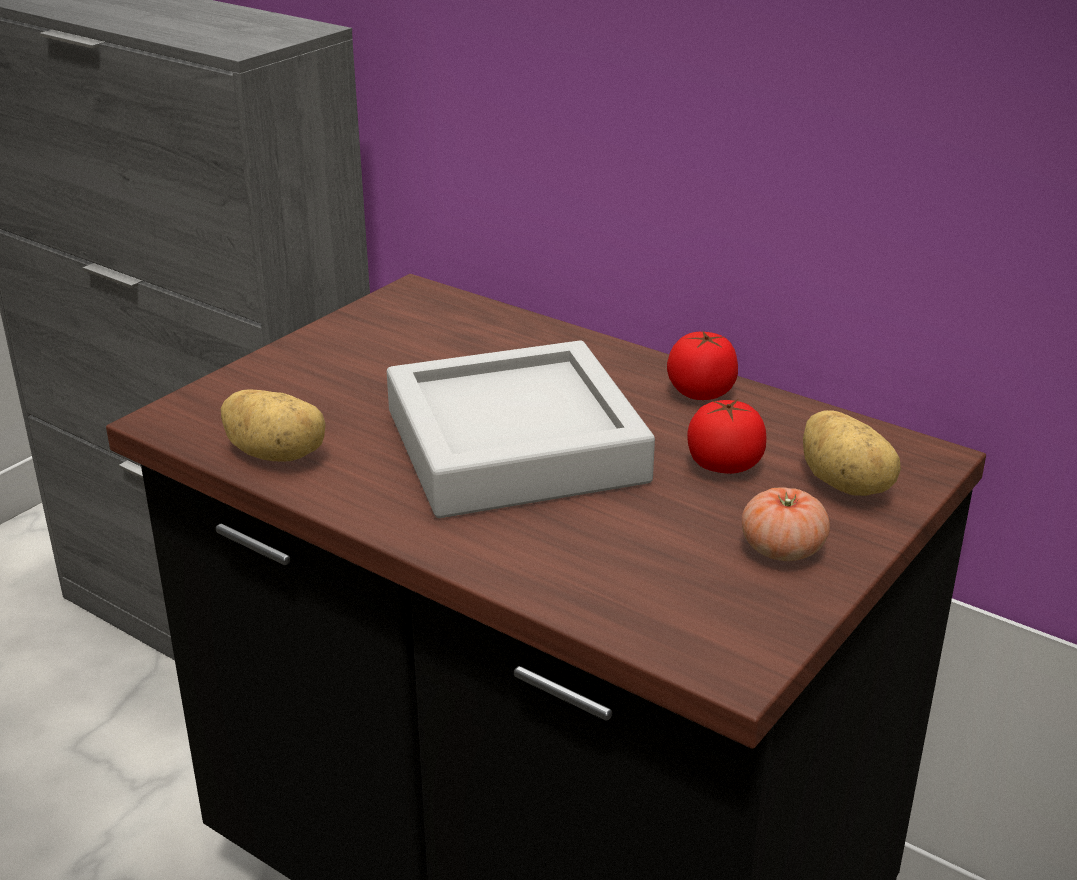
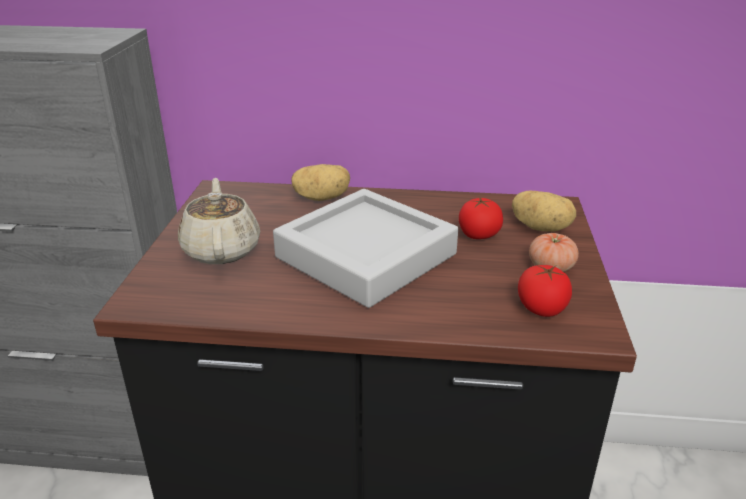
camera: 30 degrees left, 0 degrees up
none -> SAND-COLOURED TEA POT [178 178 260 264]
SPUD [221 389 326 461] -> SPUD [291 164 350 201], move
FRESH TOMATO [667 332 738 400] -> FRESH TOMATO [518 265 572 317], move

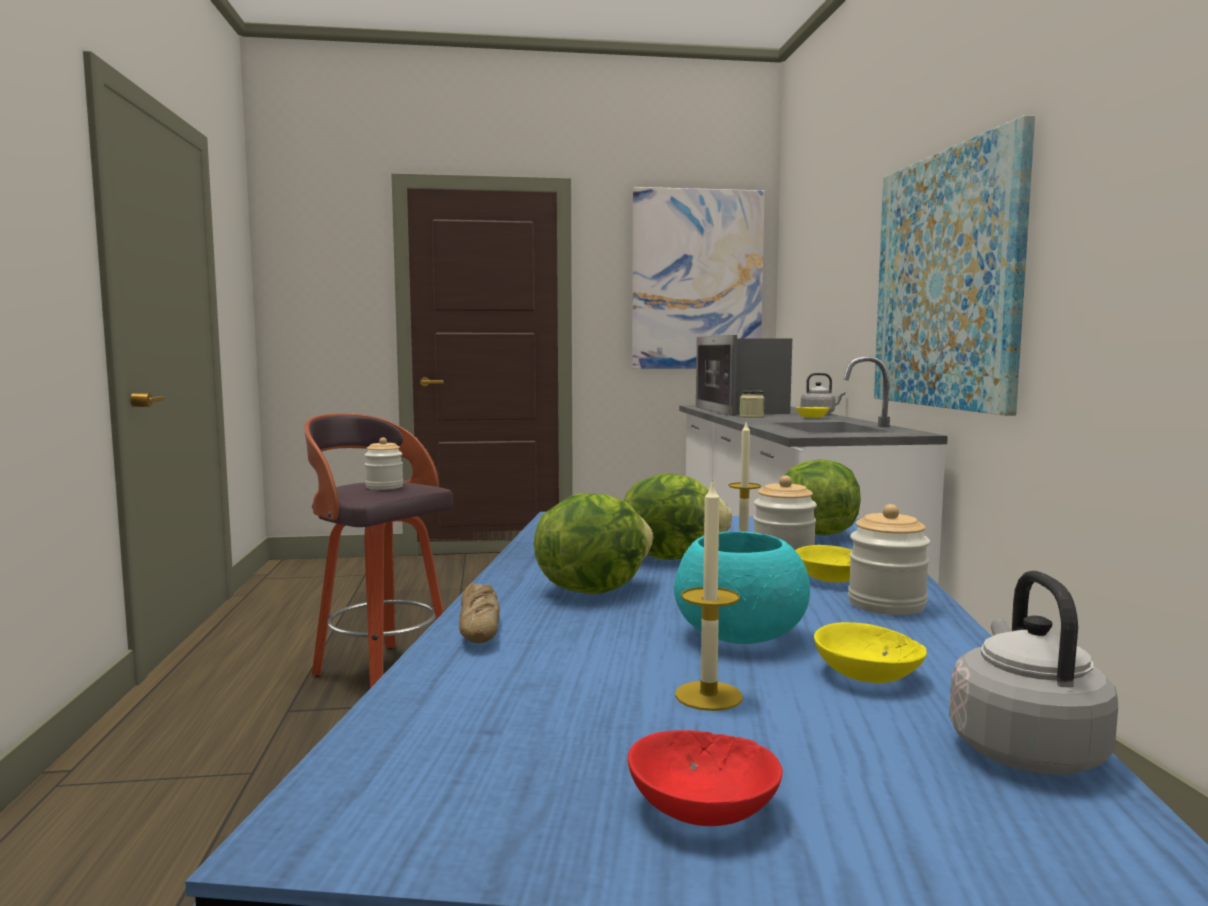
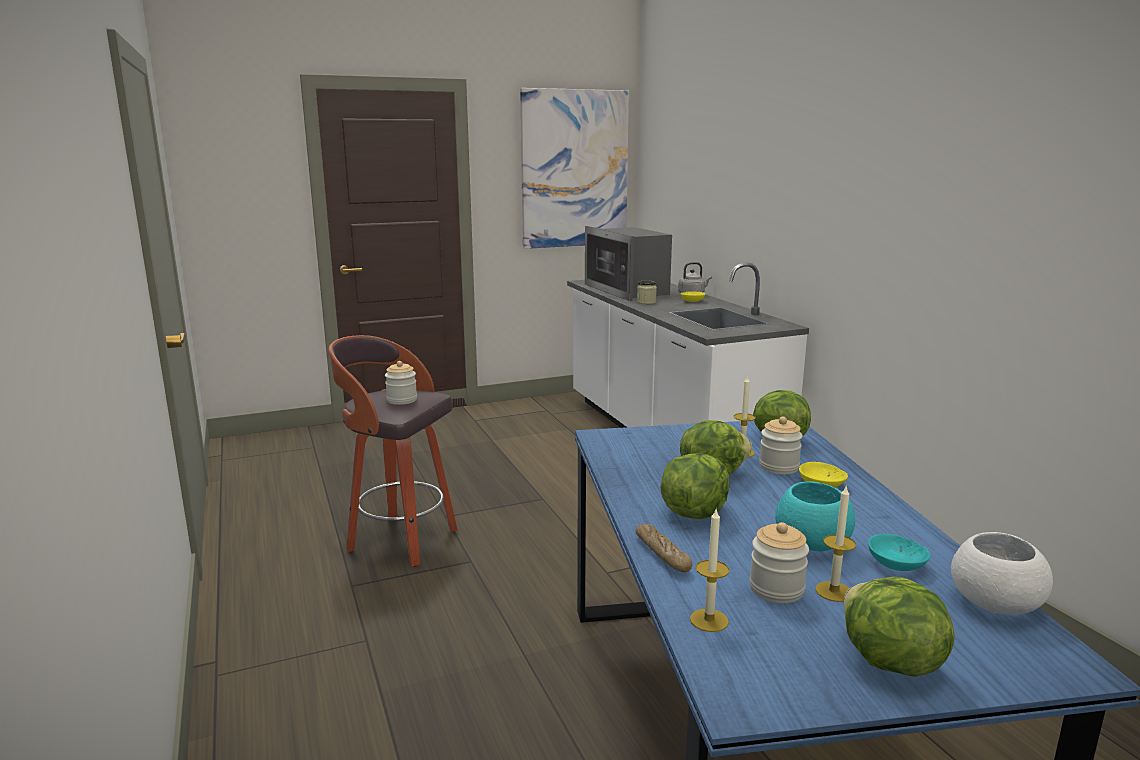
camera: 15 degrees left, 10 degrees up
none -> WAX CANDLE [690 507 729 632]
STORAGE JAR [848 504 930 615] -> STORAGE JAR [749 522 809 603], move
REDDISH DEEP DISH [628 730 783 826] -> LETTUCE HEAD [844 577 955 677]
YELLOW DEEP DISH [814 622 927 683] -> TURQUOISE-COLOURED DEEP DISH [868 534 930 571]
GREY KETTLE [949 570 1118 775] -> WHITE DEEP DISH [951 532 1053 615]
WALL PICTURE [874 115 1035 416] -> none

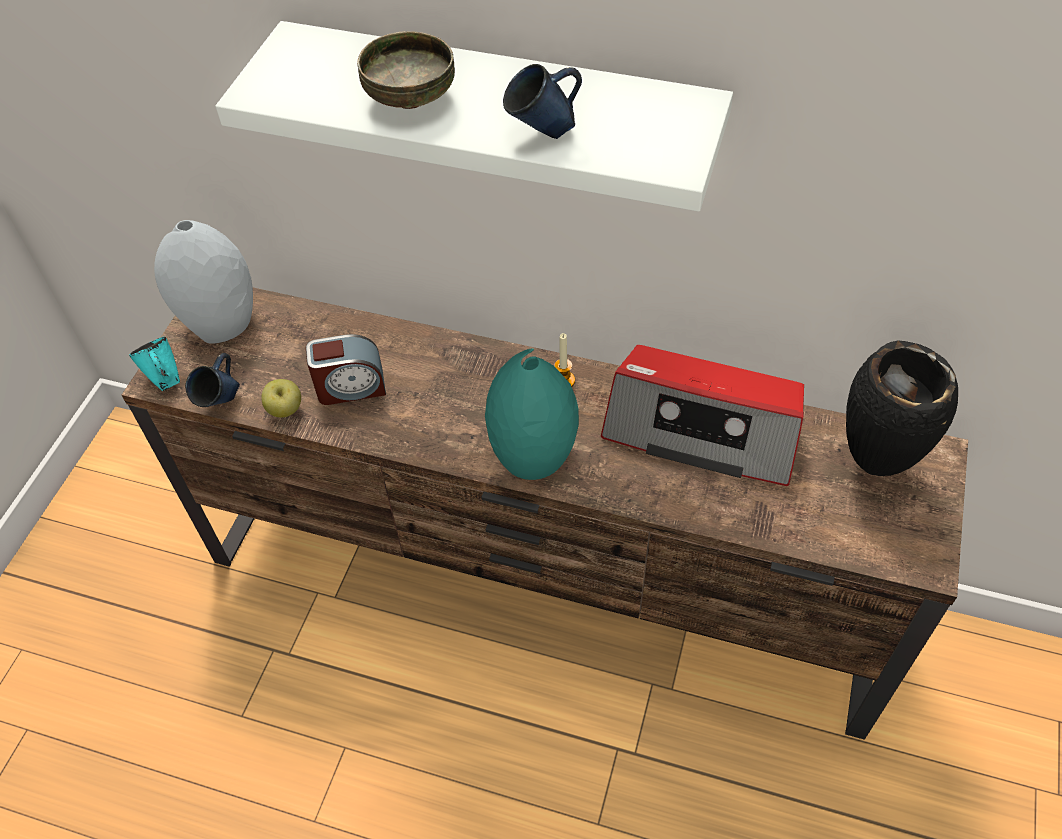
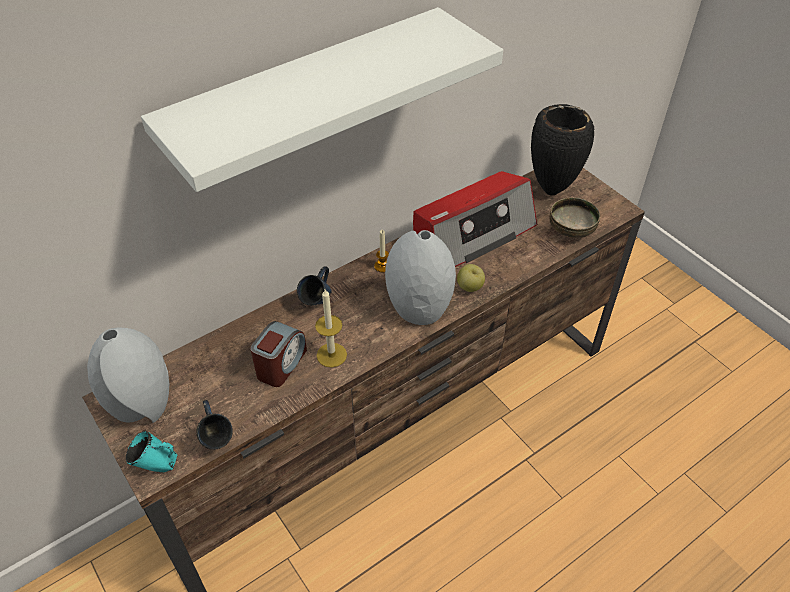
camera: 55 degrees left, 5 degrees down
BLUE-COLOURED MUG [503 64 582 139] -> BLUE-COLOURED MUG [297 266 332 305], move
none -> WAX CANDLE [315 289 347 368]
TURQUOISE-COLOURED FLOWER VASE [485 349 579 480] -> GREY FLOWER VASE [385 230 456 325]
APPLE [261 379 301 418] -> APPLE [457 264 485 292], move
DEEP DISH [357 31 455 109] -> DEEP DISH [550 197 600 238], move

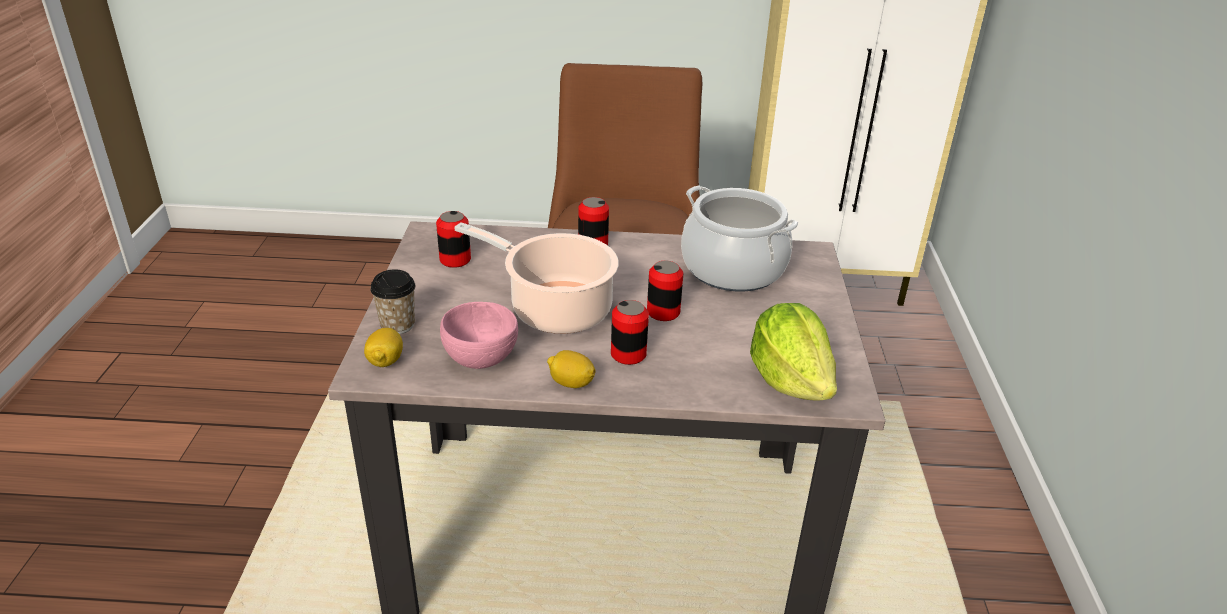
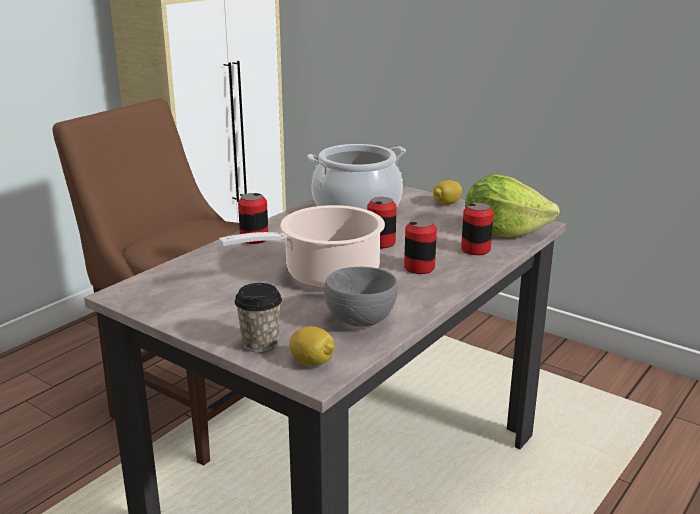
camera: 55 degrees left, 10 degrees down
PINK-COLOURED DEEP DISH [440 302 518 369] -> GREY DEEP DISH [324 267 398 327]
LEMON [547 350 595 388] -> LEMON [433 180 462 205], move
SEALED CAN [436 211 471 268] -> SEALED CAN [461 203 494 255], move

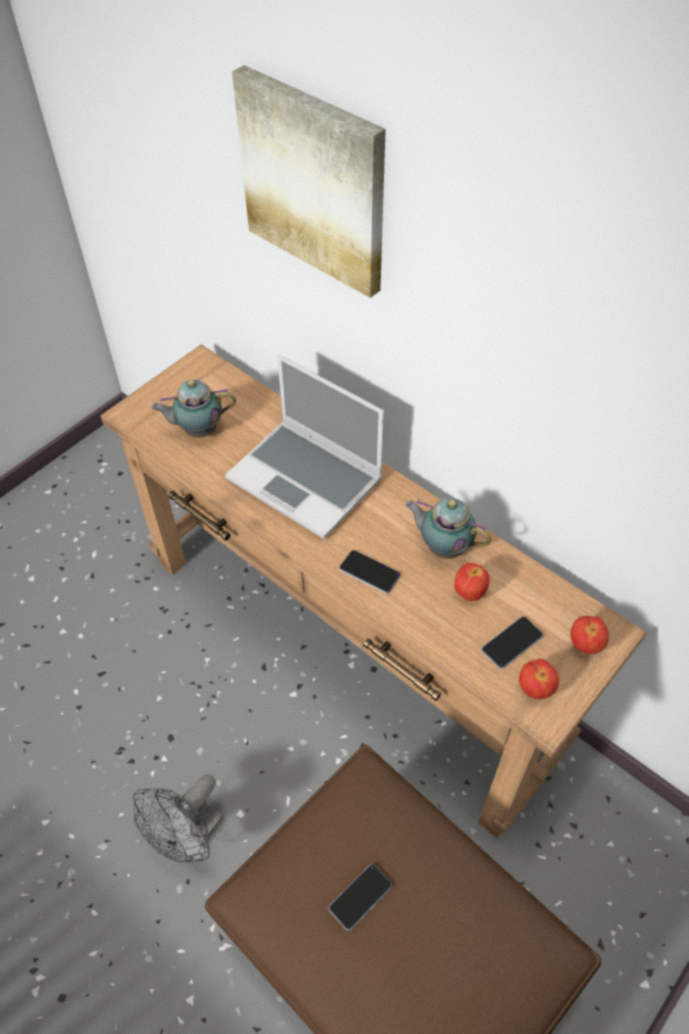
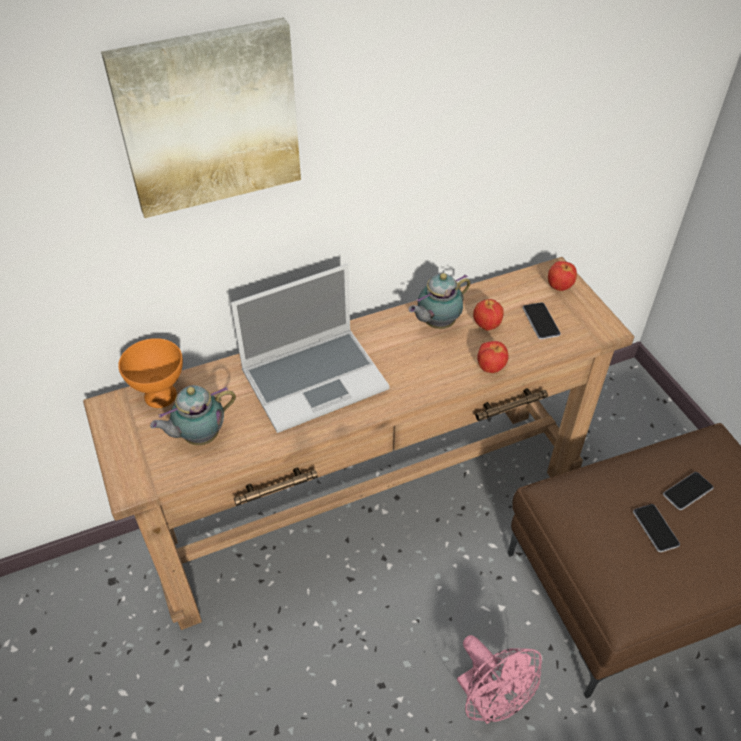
camera: 65 degrees left, 5 degrees down
none -> ORANGEY DEEP DISH [118 338 183 408]
TEA POT [152 380 236 438] -> TEA POT [150 385 236 445], 45 degrees clockwise
GREY ELECTRIC FAN [133 774 224 863] -> PINK-COLOURED ELECTRIC FAN [457 635 542 724]
APPLE [519 659 559 699] -> APPLE [477 341 508 373], move
TELEPHONE [339 550 401 594] -> TELEPHONE [663 472 713 510], move

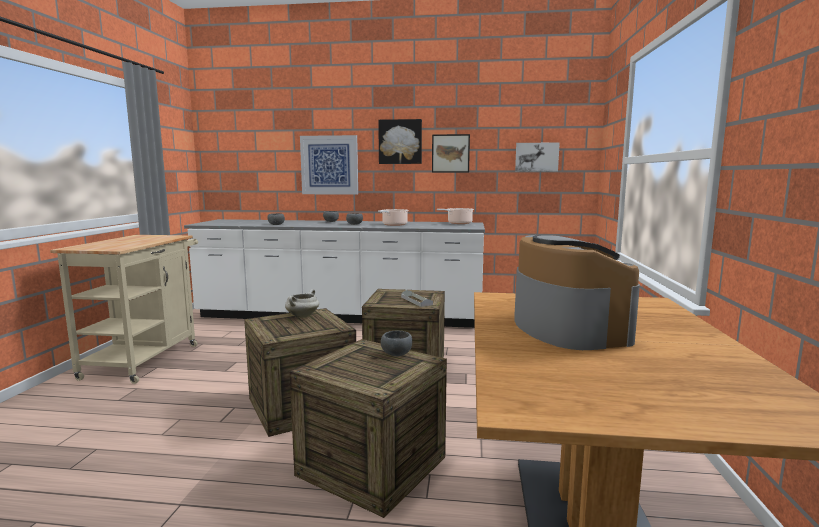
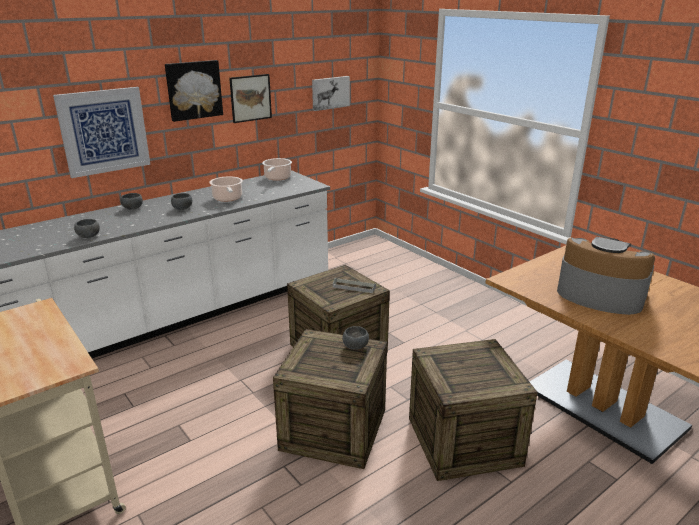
camera: 45 degrees left, 15 degrees up
GREY DEEP DISH [381 330 412 356] -> GREY DEEP DISH [342 326 369 350], move
WHITE STOCKPOT [285 289 319 318] -> none

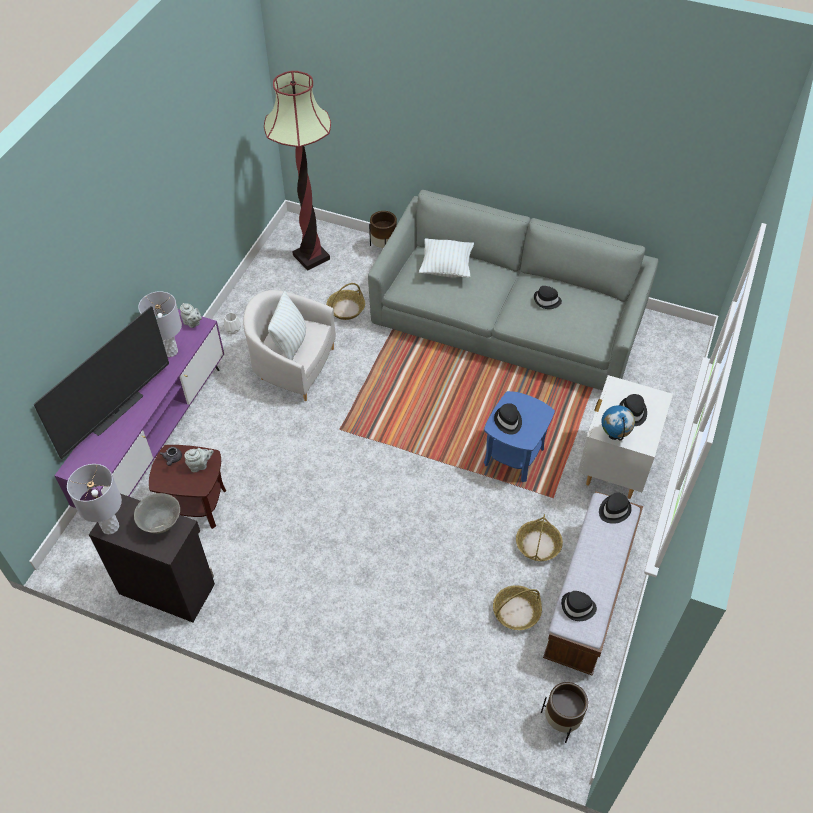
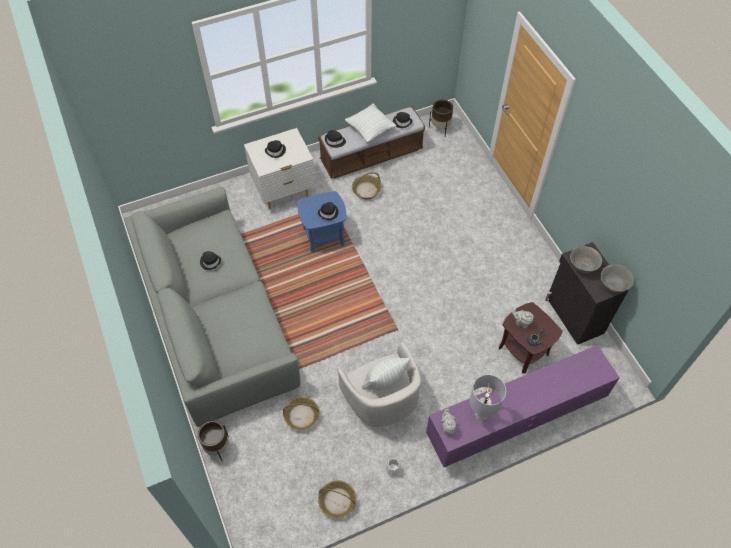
camera: 135 degrees left, 5 degrees up
BASKET [493 585 542 630] -> BASKET [318 480 357 519], move
WHITE PILLOW [419 238 474 278] -> WHITE PILLOW [345 104 396 142], move
GREY TABLE LAMP [67 464 122 535] -> GREY DEEP DISH [601 264 634 292]
TV [34 306 169 459] -> none
STANDARD LAMP [264 71 331 271] -> none
GLOBE [601 405 635 441] -> none

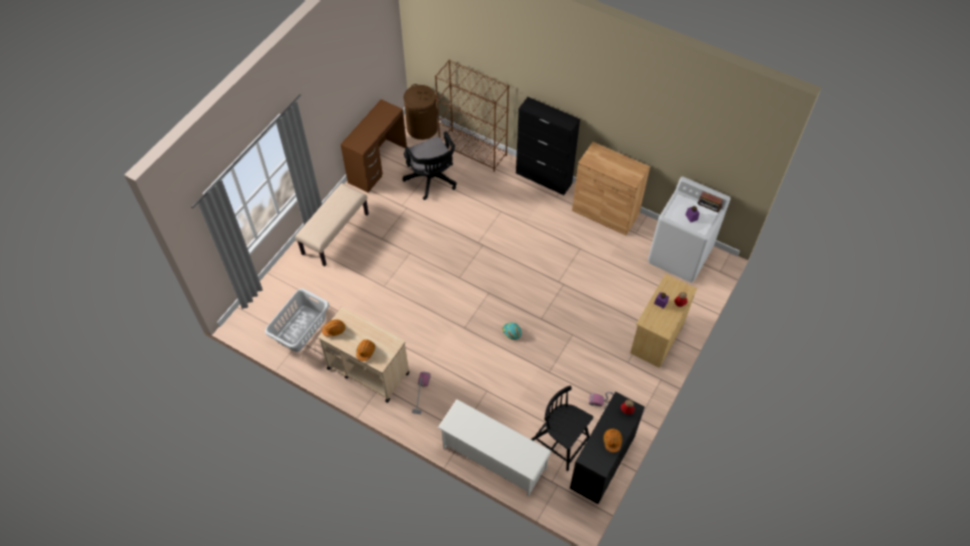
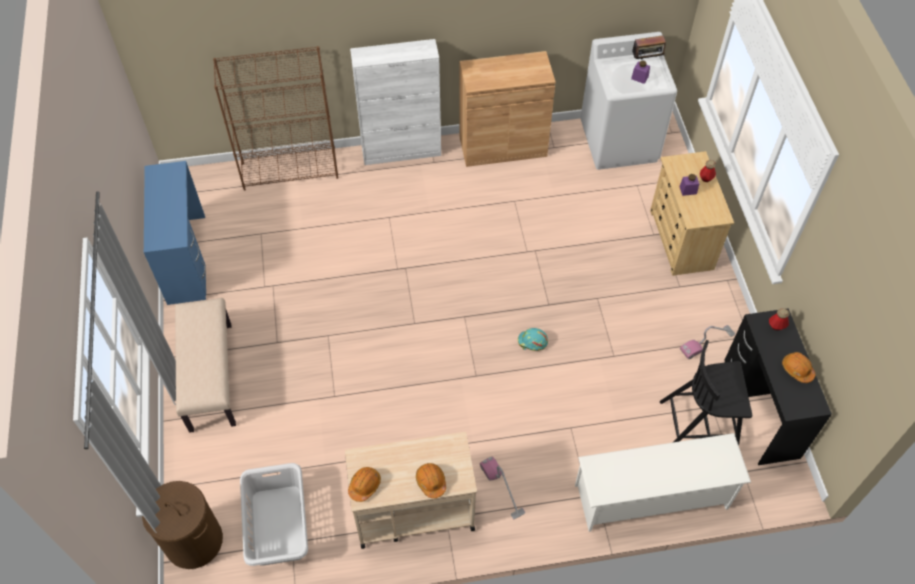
camera: 40 degrees left, 0 degrees up
BROWN-COLOURED LAUNDRY BASKET [403 84 438 140] -> BROWN-COLOURED LAUNDRY BASKET [142 481 223 569], move
BROWN-COLOURED DESK [340 99 407 193] -> BLUE-COLOURED DESK [144 161 206 305]
BLACK CUPBOARD [516 97 580 195] -> WHITE CUPBOARD [350 39 441 165]
BLACK OFFICE CHAIR [402 131 457 200] -> none

